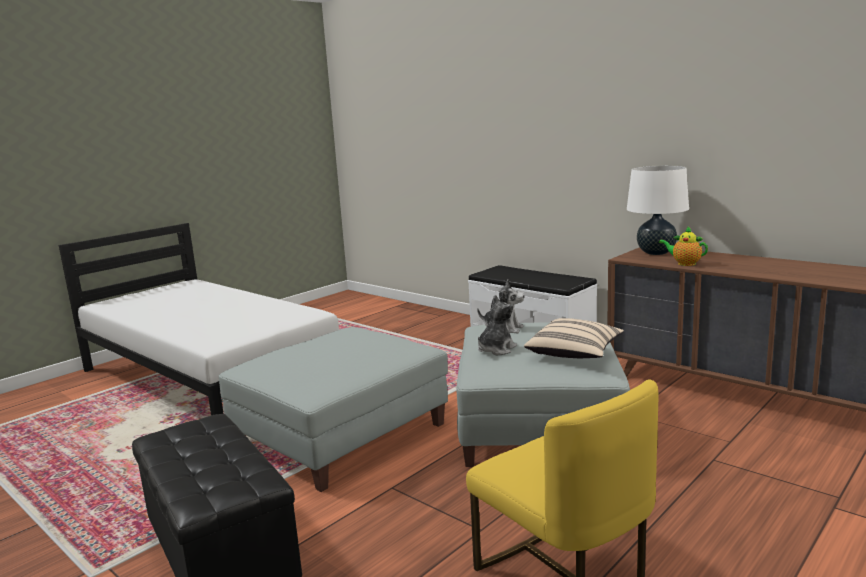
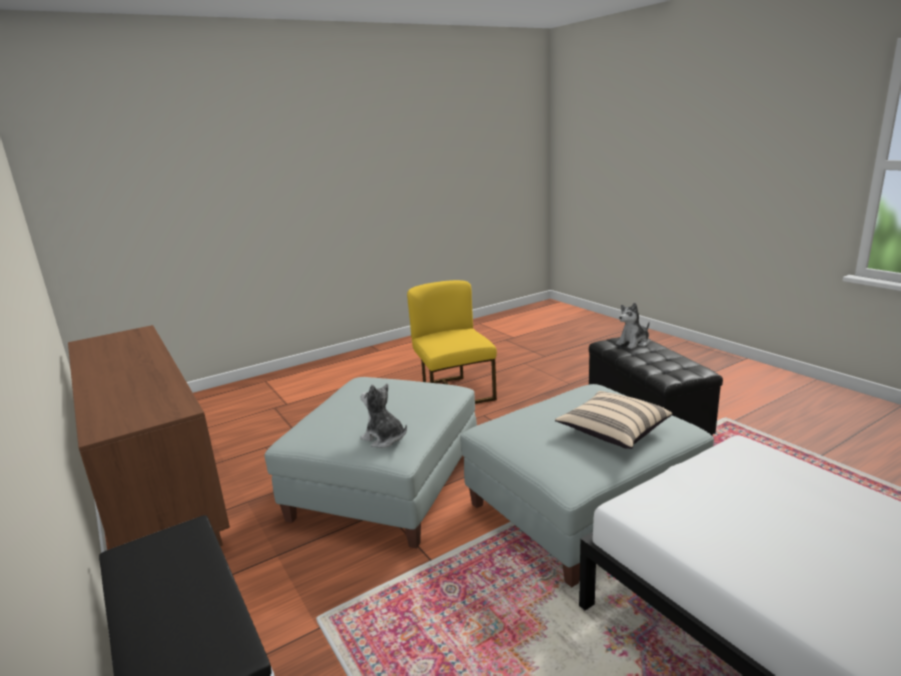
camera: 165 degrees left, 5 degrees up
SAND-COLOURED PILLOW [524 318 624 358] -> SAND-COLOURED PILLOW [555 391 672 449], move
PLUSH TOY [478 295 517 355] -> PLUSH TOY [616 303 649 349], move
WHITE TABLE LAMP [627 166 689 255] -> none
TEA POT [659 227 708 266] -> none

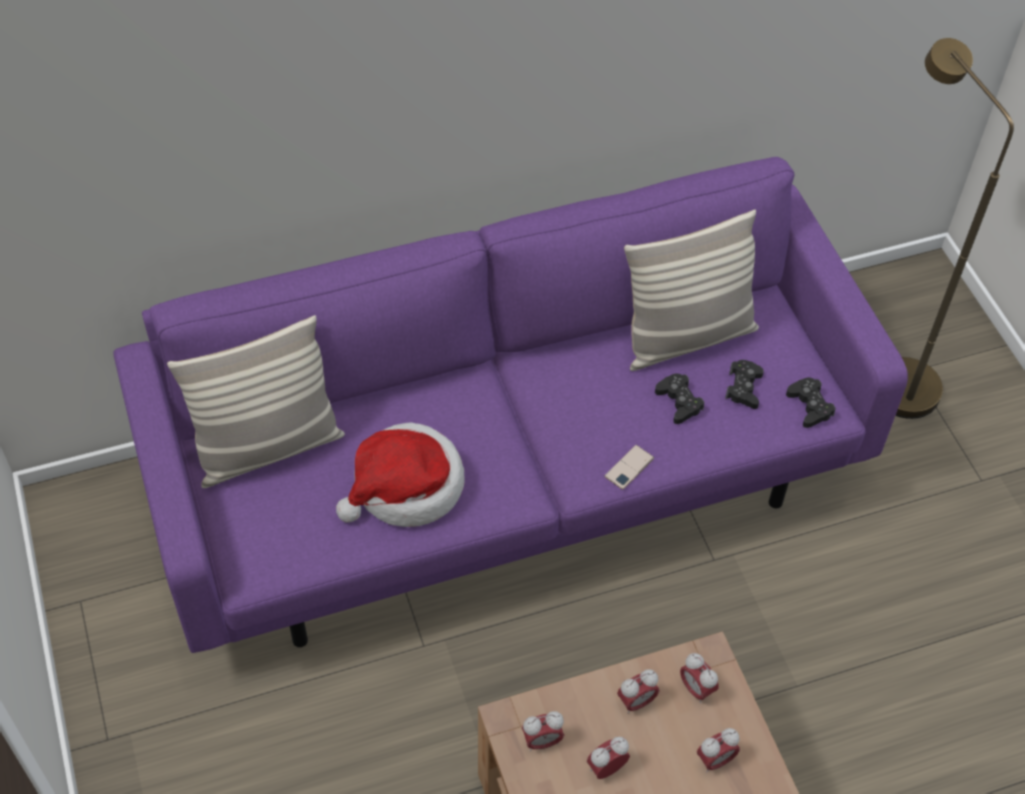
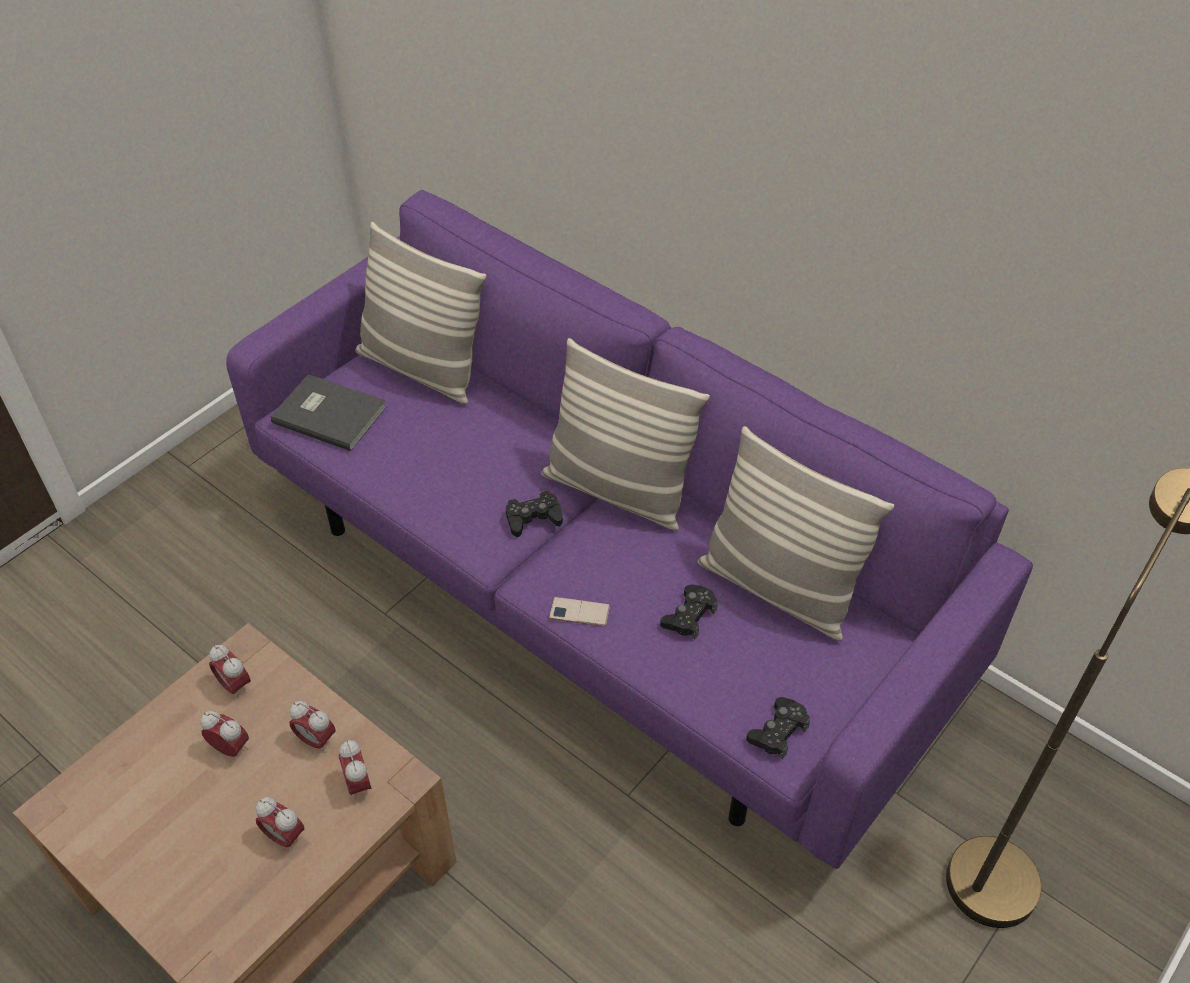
camera: 60 degrees right, 5 degrees down
none -> GREY VOLUME [271 374 386 451]
ALARM CLOCK [680 653 719 704] -> ALARM CLOCK [339 740 371 800], 45 degrees counterclockwise
BLACK GAME CONTROLLER [725 360 764 409] -> BLACK GAME CONTROLLER [506 490 563 537], move
none -> PILLOW [541 338 710 531]
CLOTHING HAT [336 422 465 527] -> none

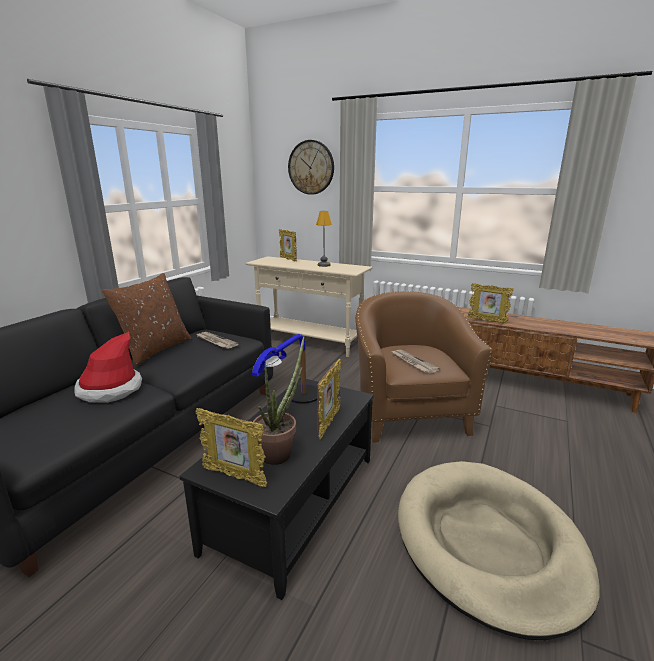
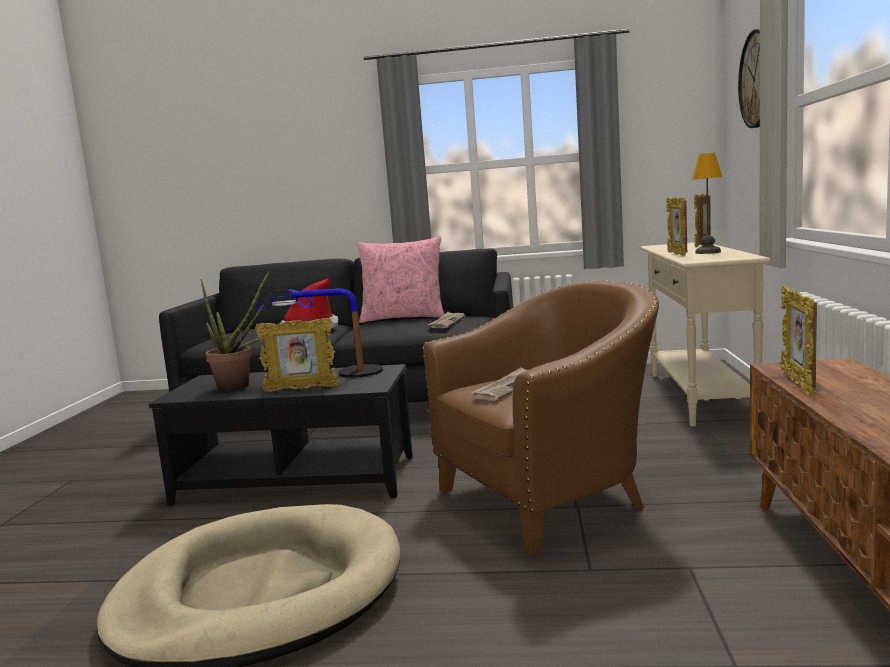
camera: 70 degrees right, 10 degrees down
BROWN-COLOURED PILLOW [102 273 192 366] -> PINK-COLOURED PILLOW [358 236 444 323]
STANDING FRAME [196 408 267 487] -> STANDING FRAME [666 196 687 256], move

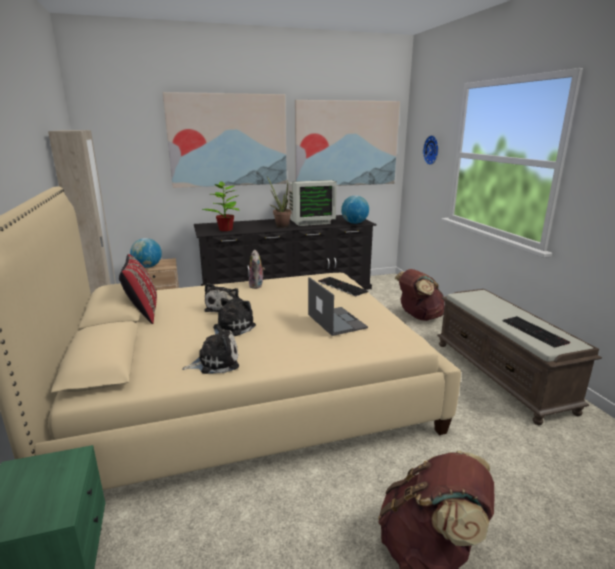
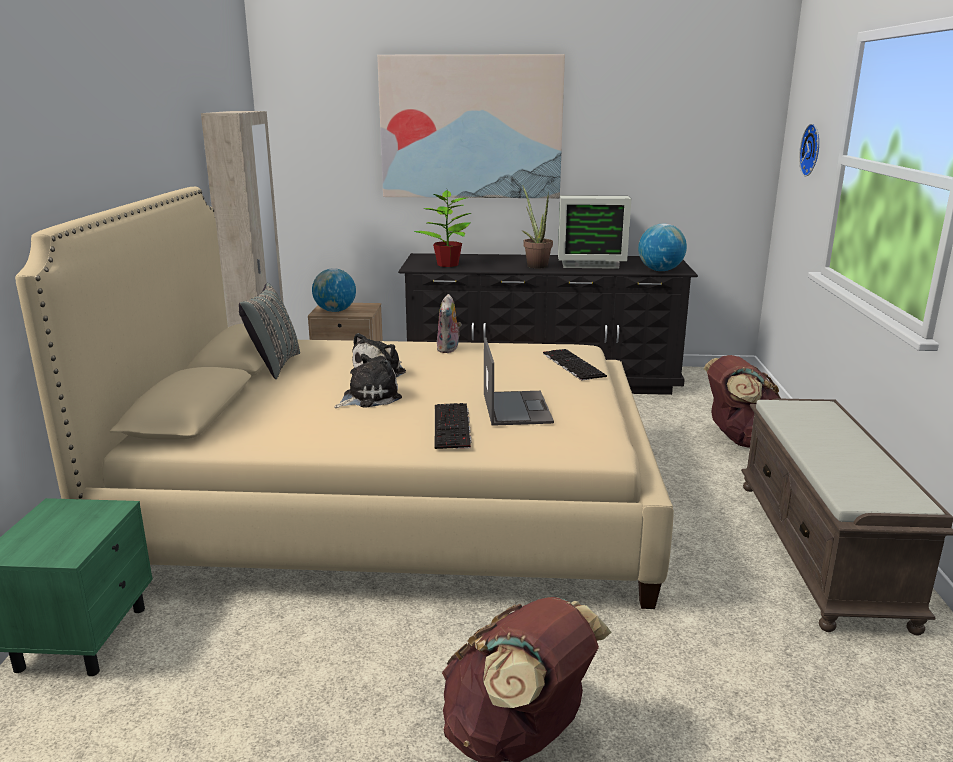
camera: 20 degrees right, 0 degrees up
REDDISH PILLOW [119 254 157 324] -> GREY PILLOW [239 283 300 379]
KEYBOARD [502 316 570 348] -> KEYBOARD [435 403 472 449], move
PLUSH TOY [182 325 239 374] -> none
WALL PICTURE [295 100 400 186] -> none

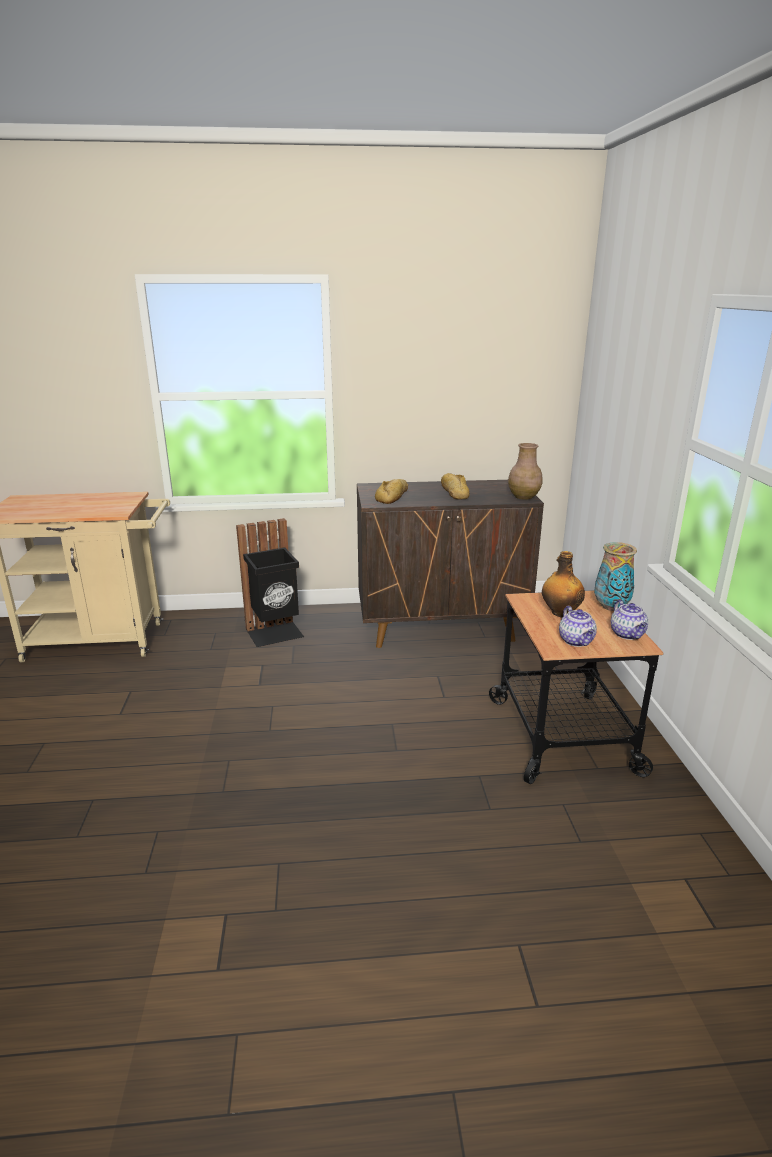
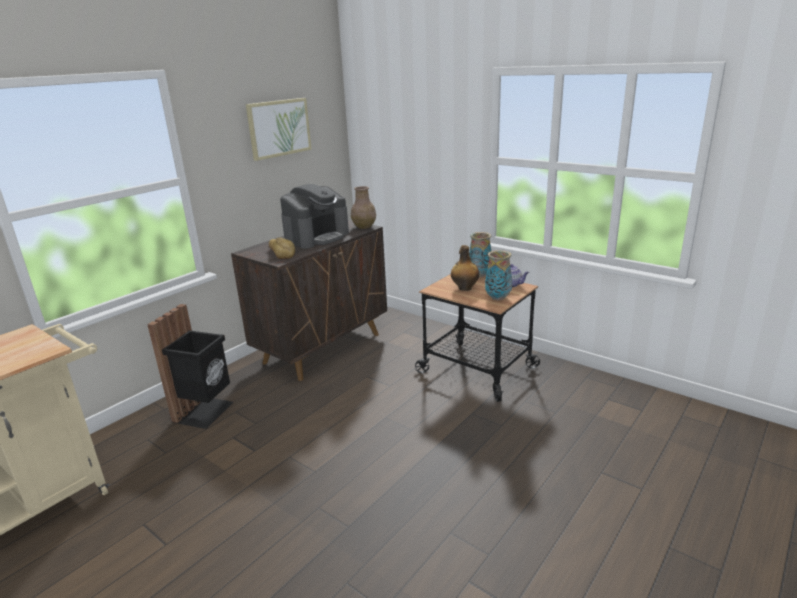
camera: 45 degrees left, 0 degrees up
none -> WALL PICTURE [246 98 312 161]
BAKED BREAD [441 473 470 500] -> COFFEE MACHINE [280 184 349 249]
TEA POT [559 606 597 647] -> FLOWER VASE [485 250 512 300]

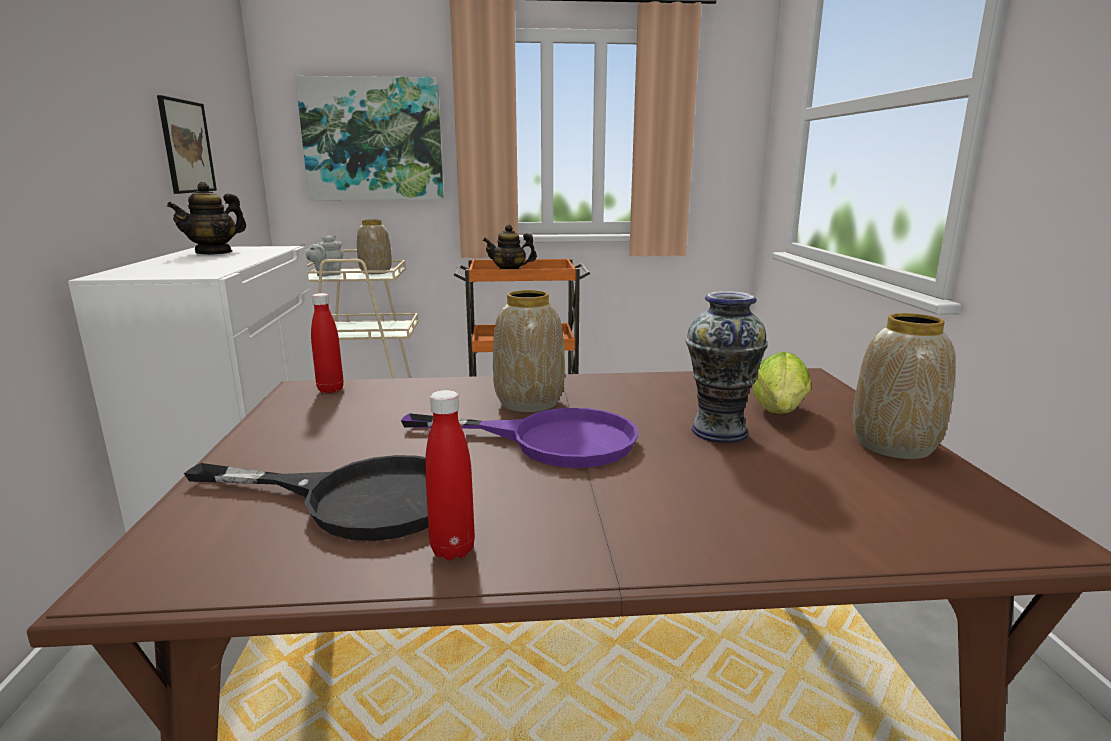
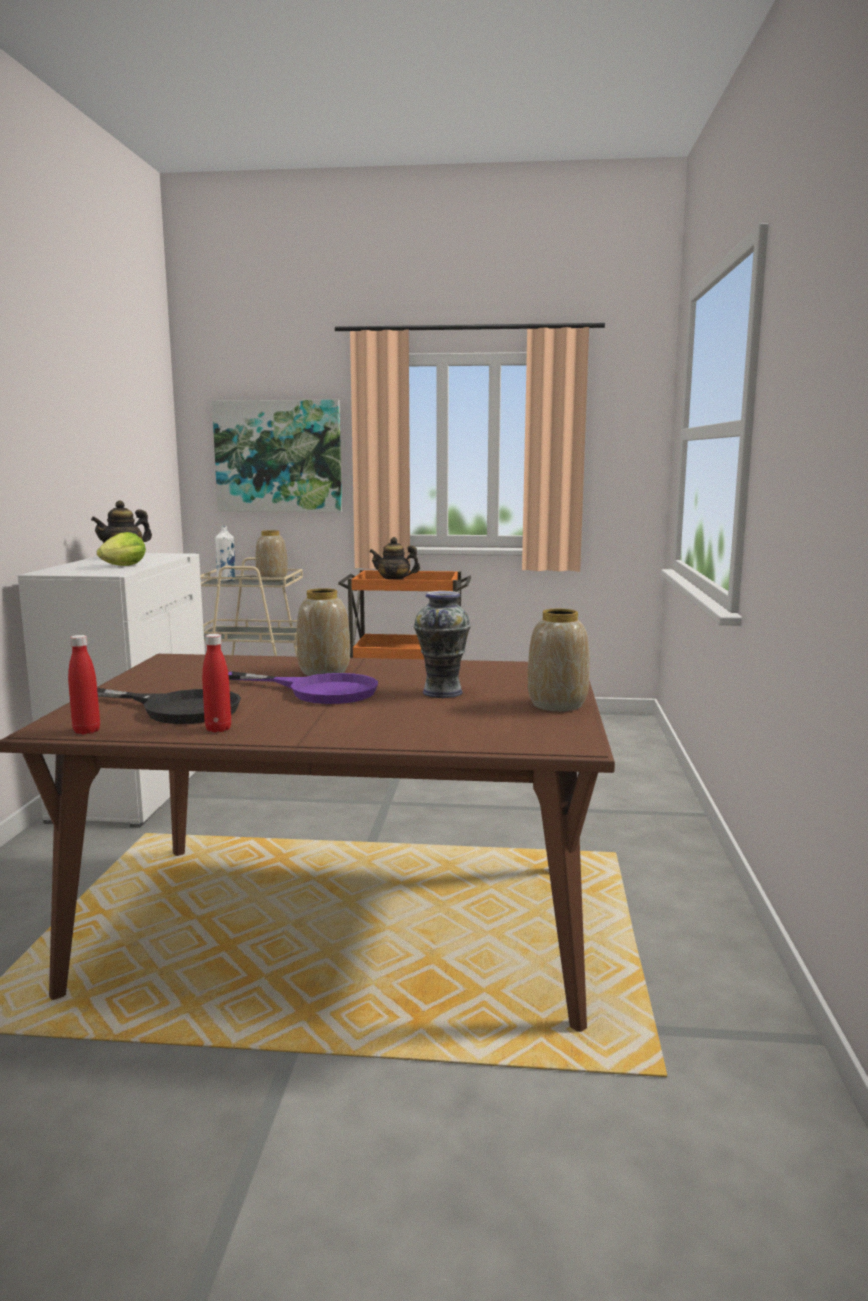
camera: 10 degrees right, 5 degrees down
REDDISH BEVERAGE BOTTLE [311 293 343 393] -> REDDISH BEVERAGE BOTTLE [68 635 100 734], move
LETTUCE HEAD [753 351 811 414] -> LETTUCE HEAD [97 532 146 566], move
GREY TEA POT [301 235 343 277] -> WHITE BEVERAGE BOTTLE [215 526 236 582]
WALL PICTURE [157 95 217 194] -> none

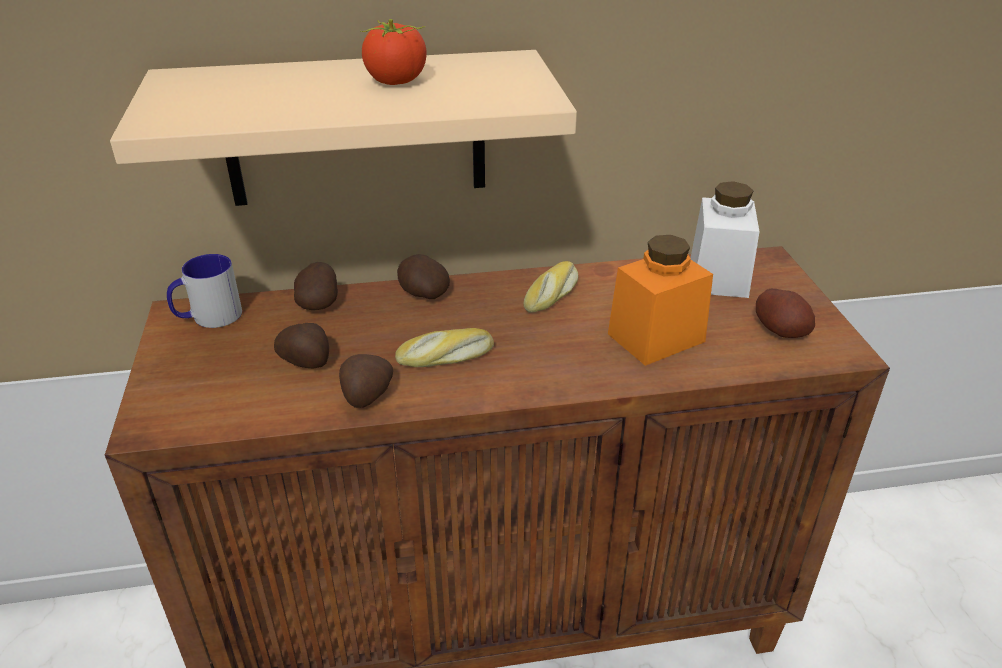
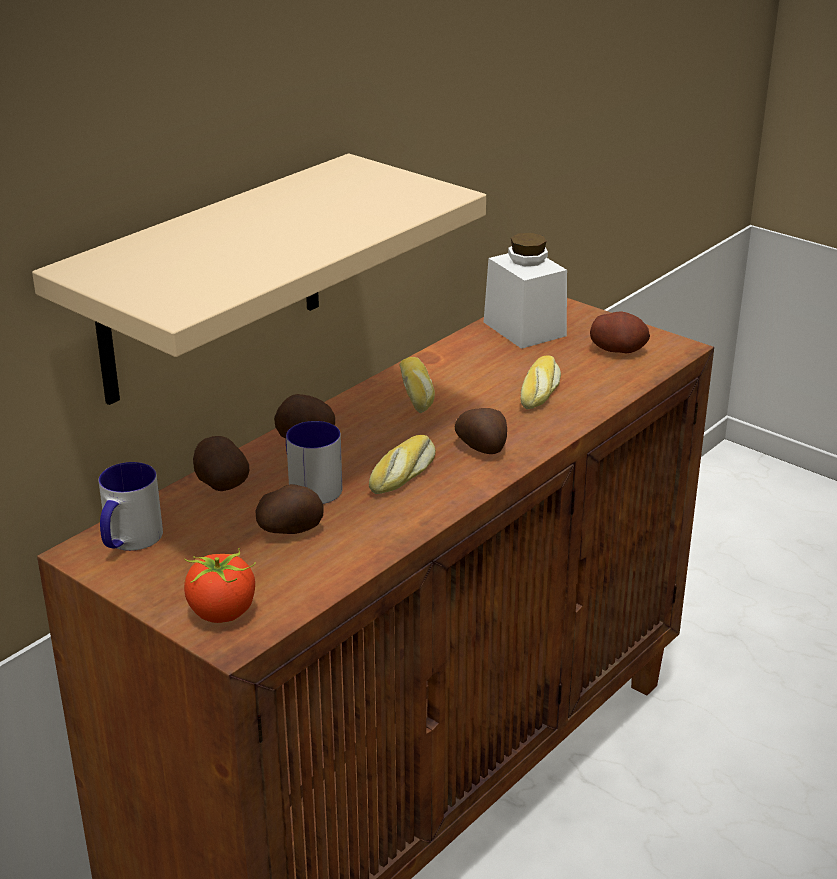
camera: 40 degrees left, 5 degrees down
FRESH TOMATO [359 19 427 85] -> FRESH TOMATO [184 548 256 623], move
none -> MUG [286 421 342 504]
SPUD [339 354 393 408] -> SPUD [455 408 507 454], move
ORANGEY STORAGE JAR [608 235 713 366] -> BAKED BREAD [521 355 561 410]

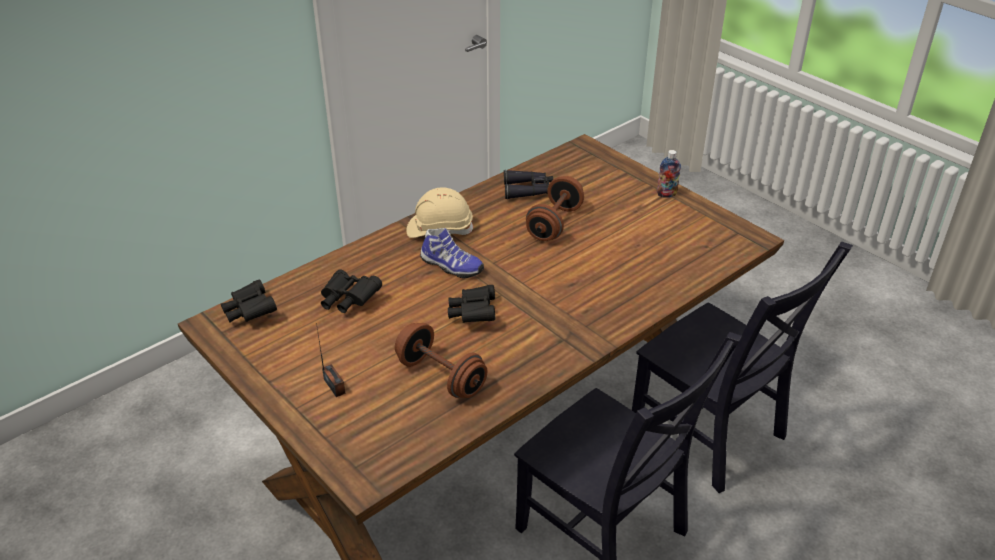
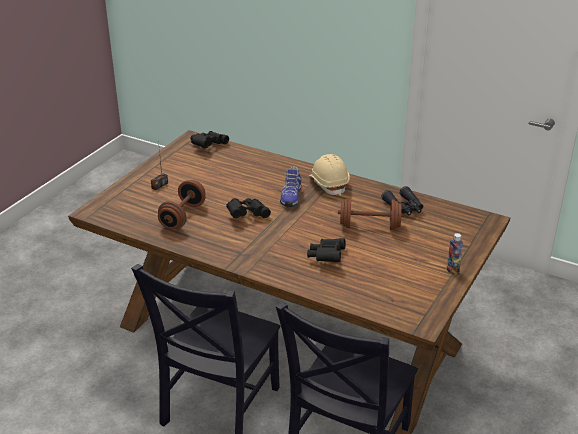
camera: 70 degrees right, 5 degrees down
BLACK PAIR OF BINOCULARS [321 269 382 313] -> BLACK PAIR OF BINOCULARS [307 238 346 262], move

